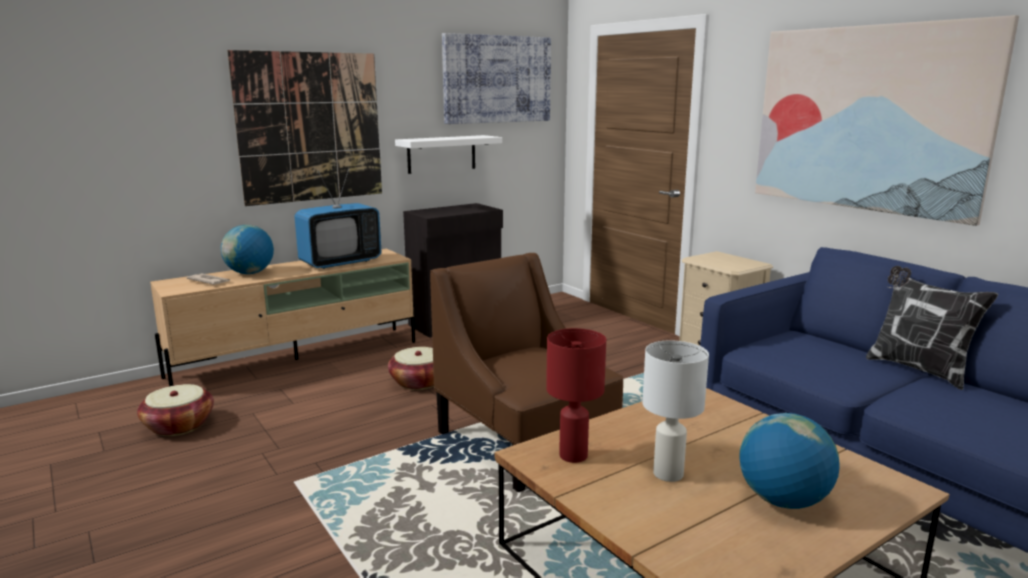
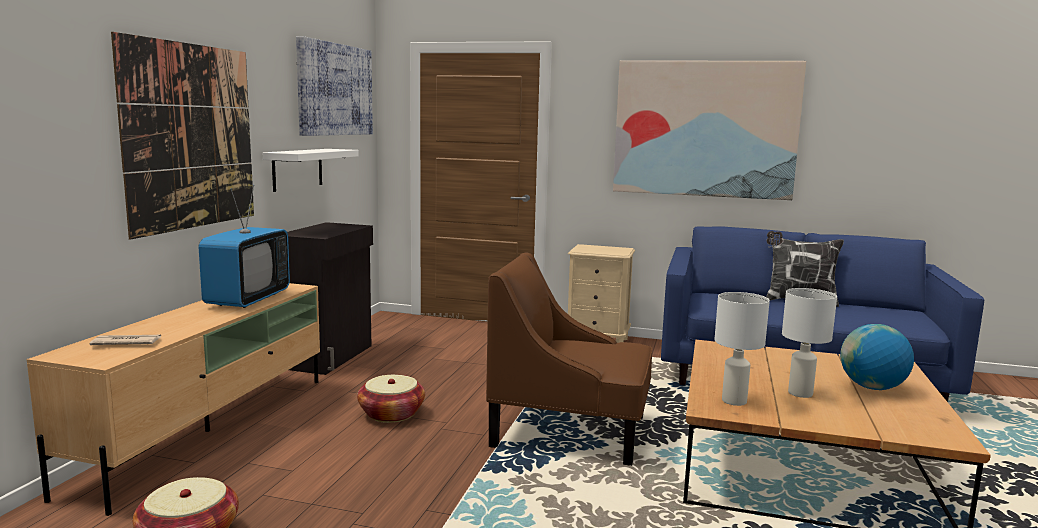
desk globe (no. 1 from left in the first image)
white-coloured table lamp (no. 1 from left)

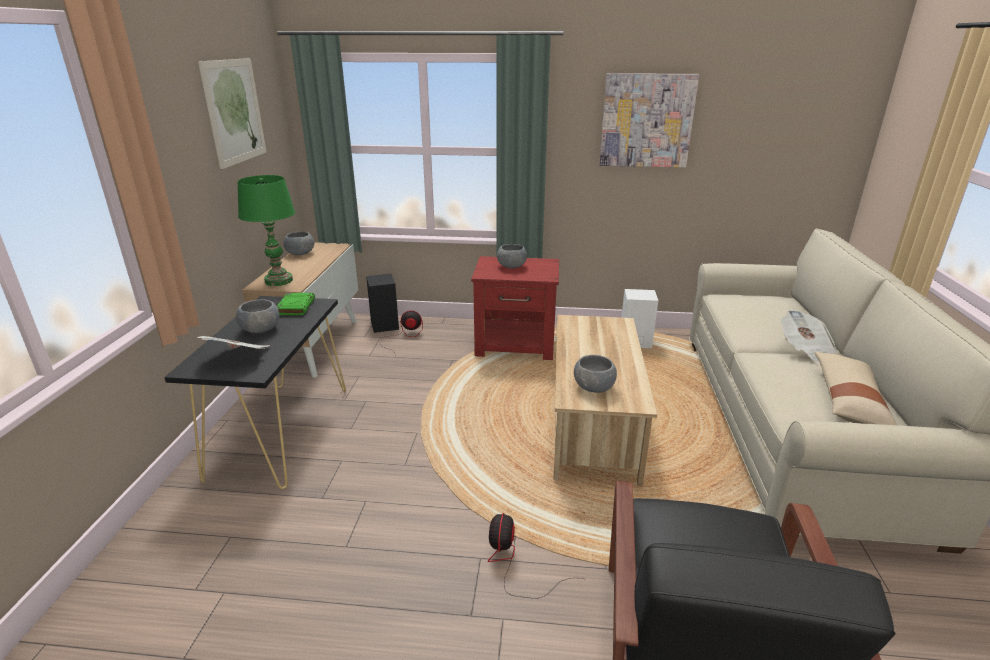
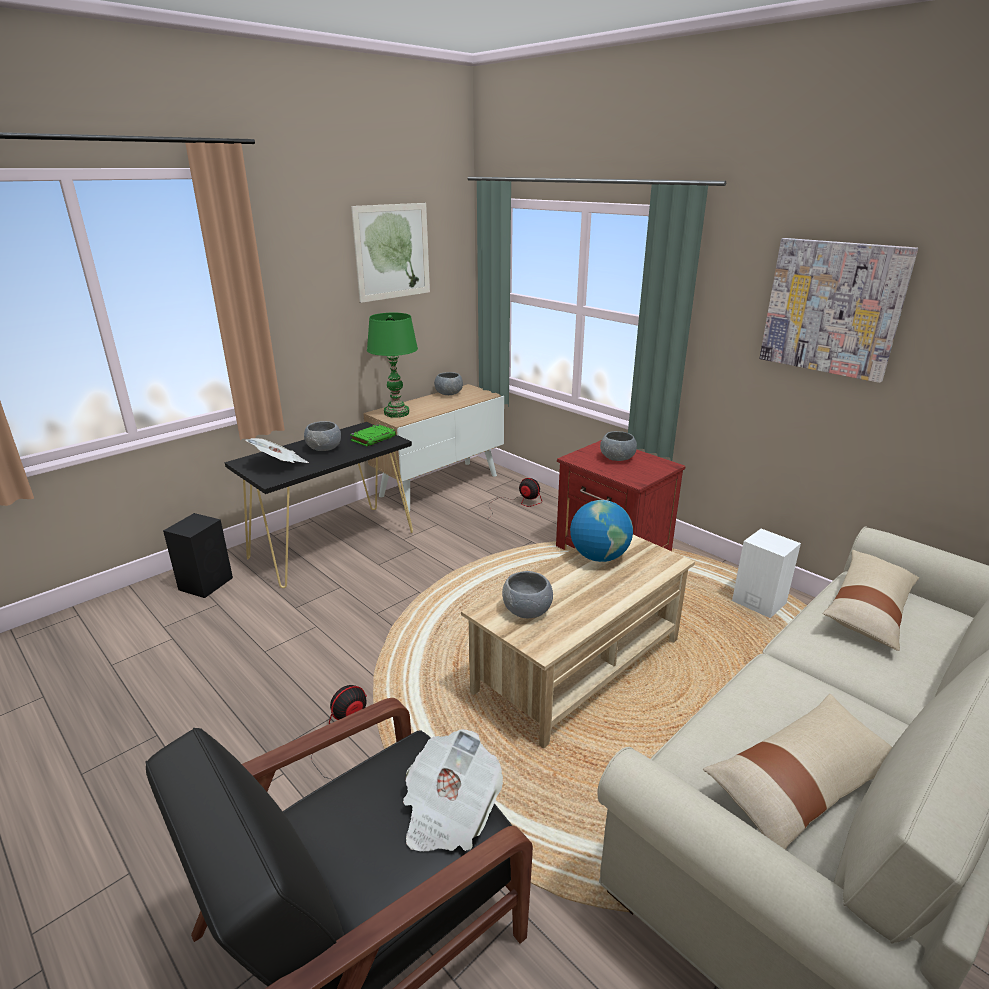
black-coloured speaker
daily paper (no. 2 from left)
desk globe
sand-coloured pillow (no. 2 from left)

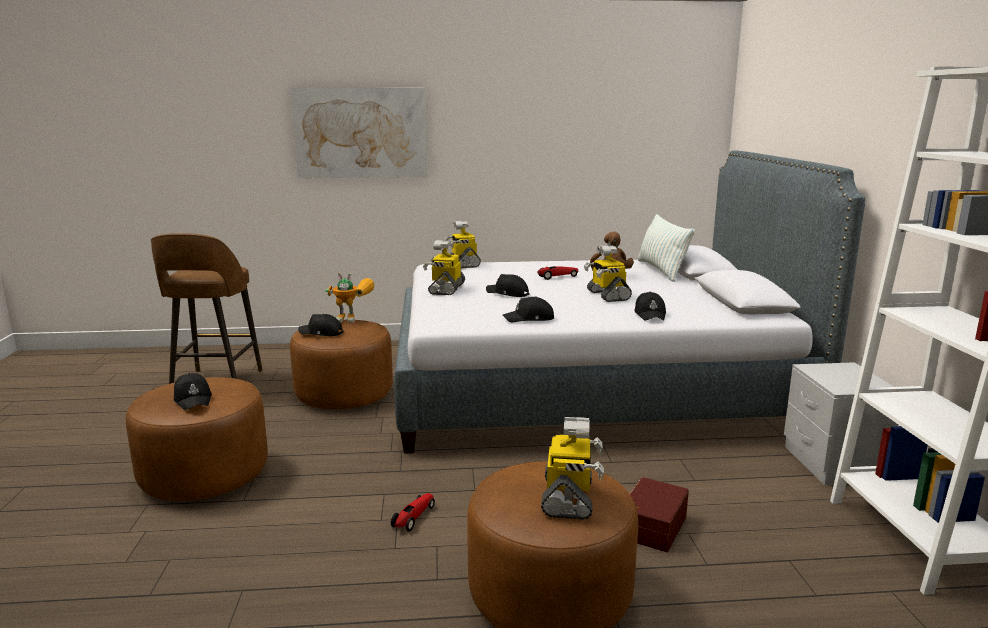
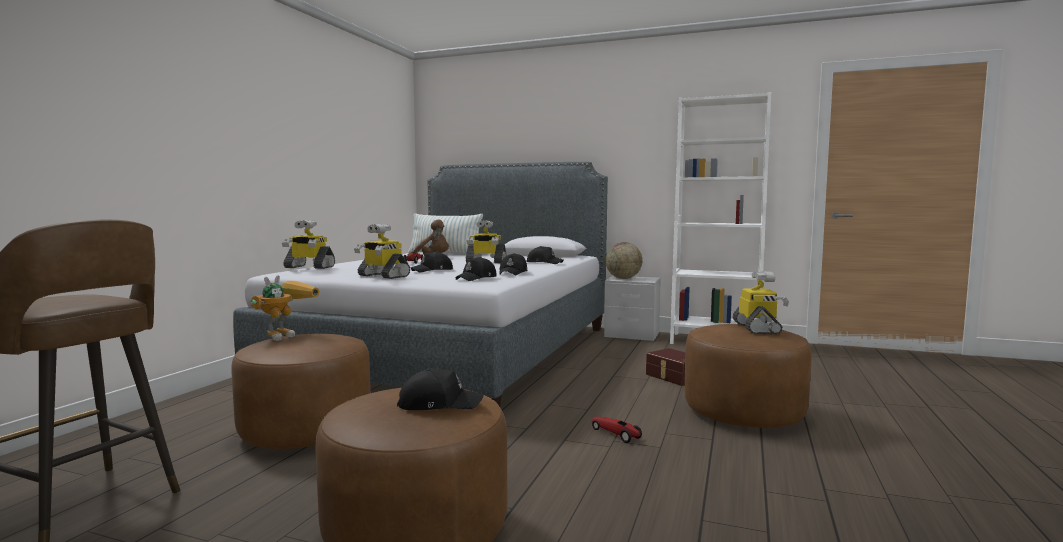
picture
black-coloured baseball cap (no. 3 from left)
robot figure (no. 5 from left)
desk globe

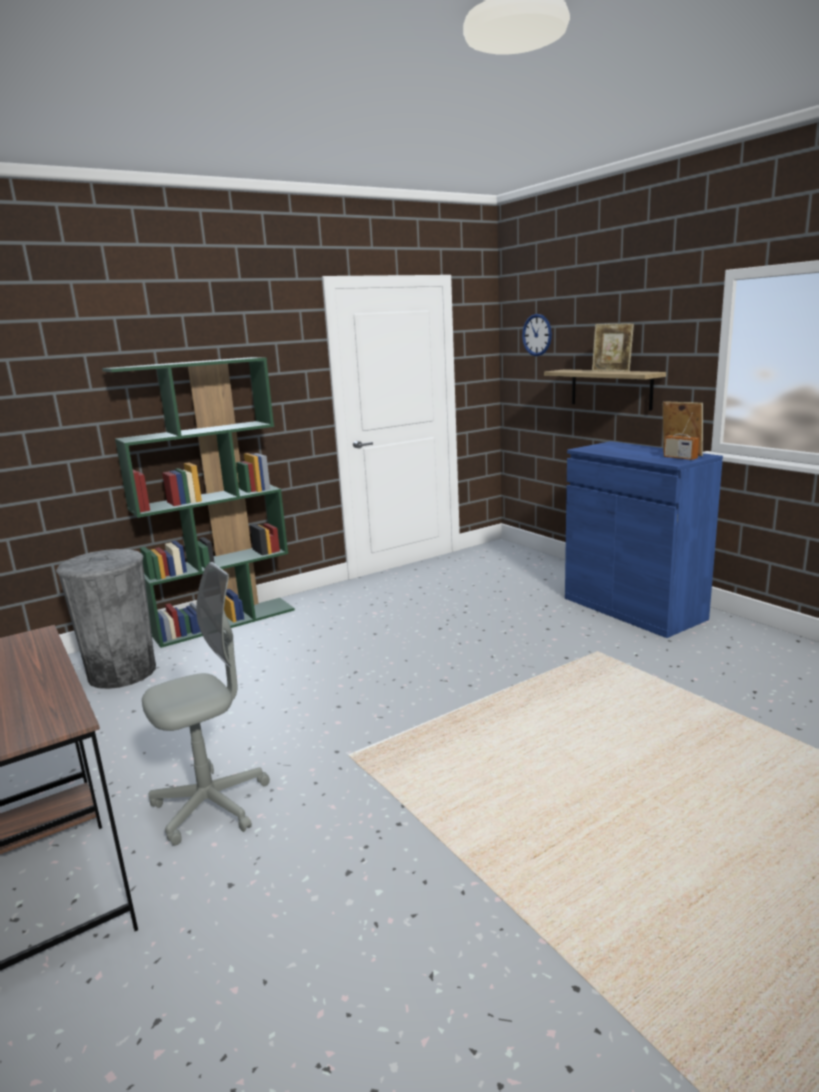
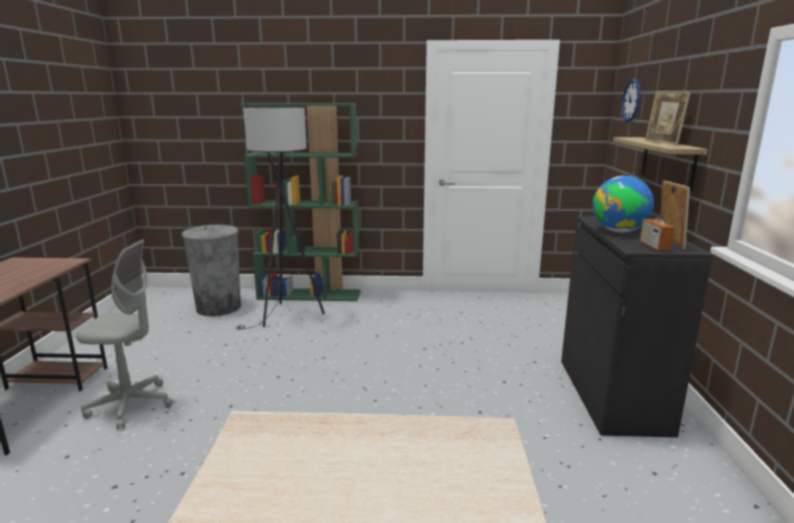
black-coloured cabinet
grey standing lamp
desk globe

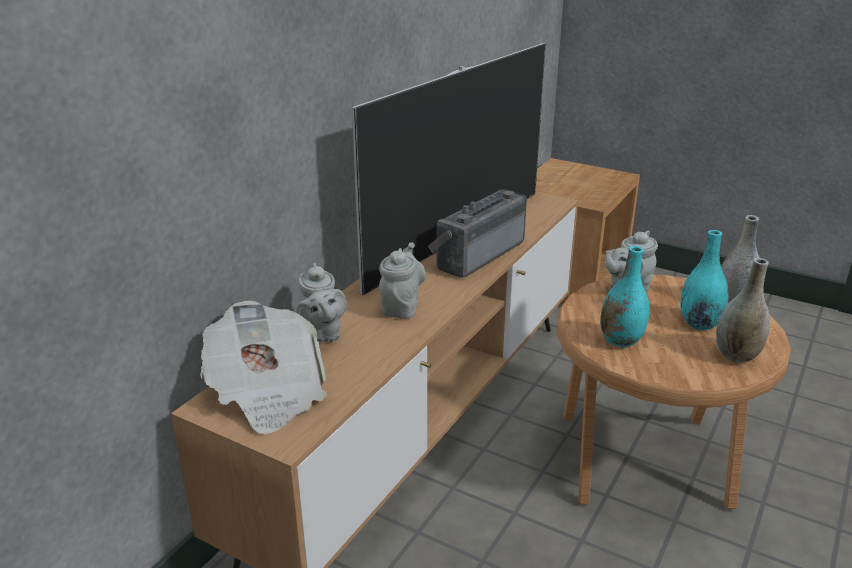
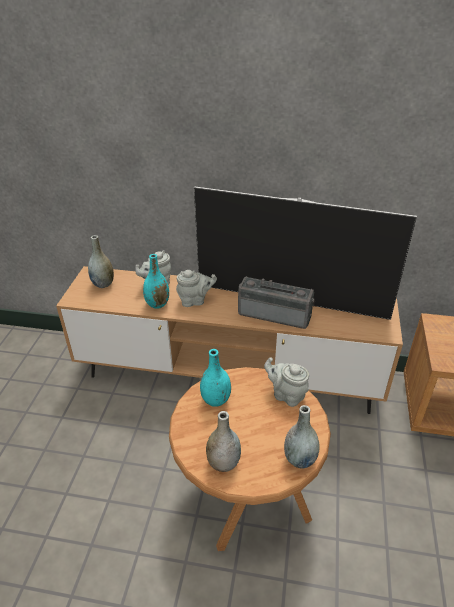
turquoise vase (no. 1 from left)
grey vase (no. 1 from left)

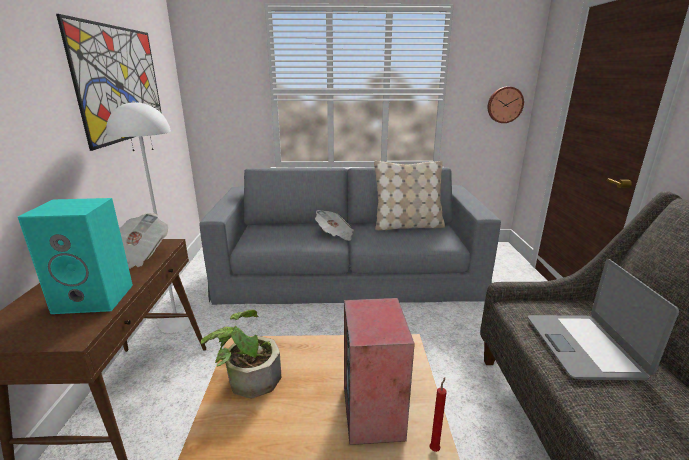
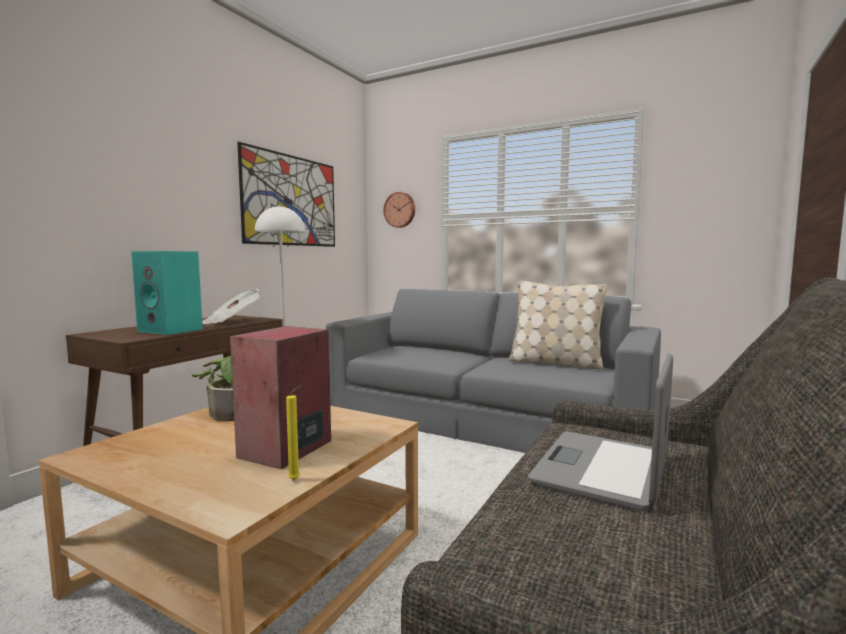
clock on the wall
daily paper (no. 2 from left in the first image)
yellowish wax light

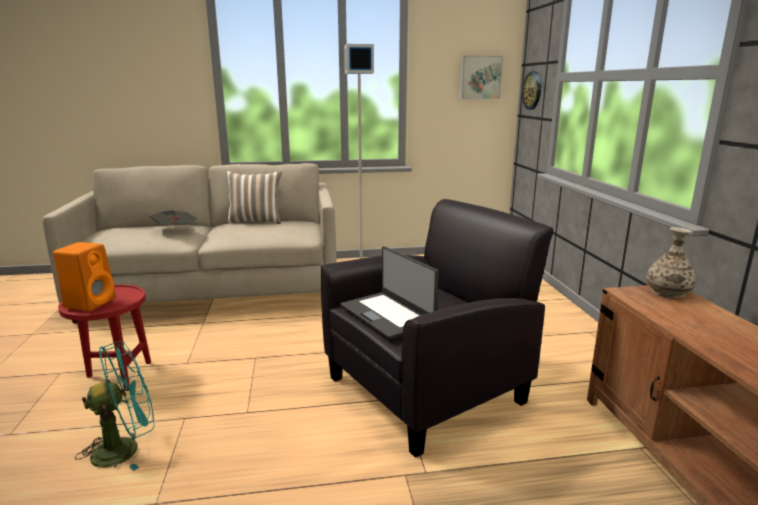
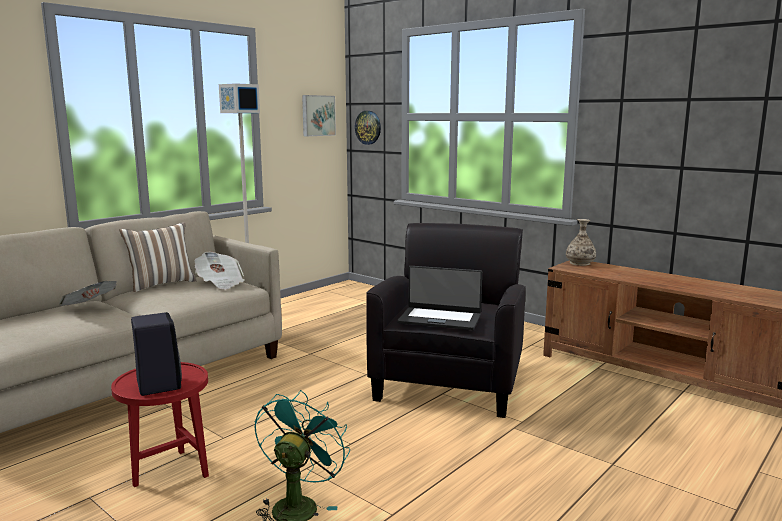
black-coloured speaker
daily paper (no. 2 from left)

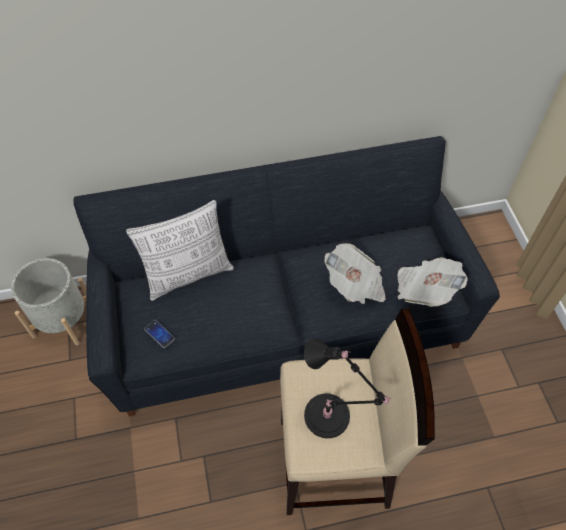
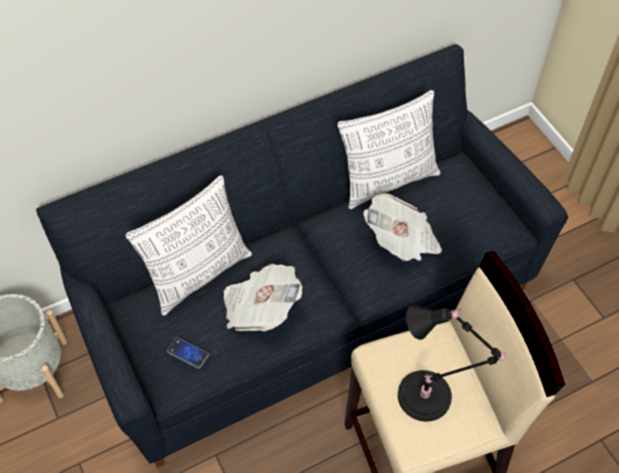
daily paper (no. 1 from left)
pillow (no. 2 from left)

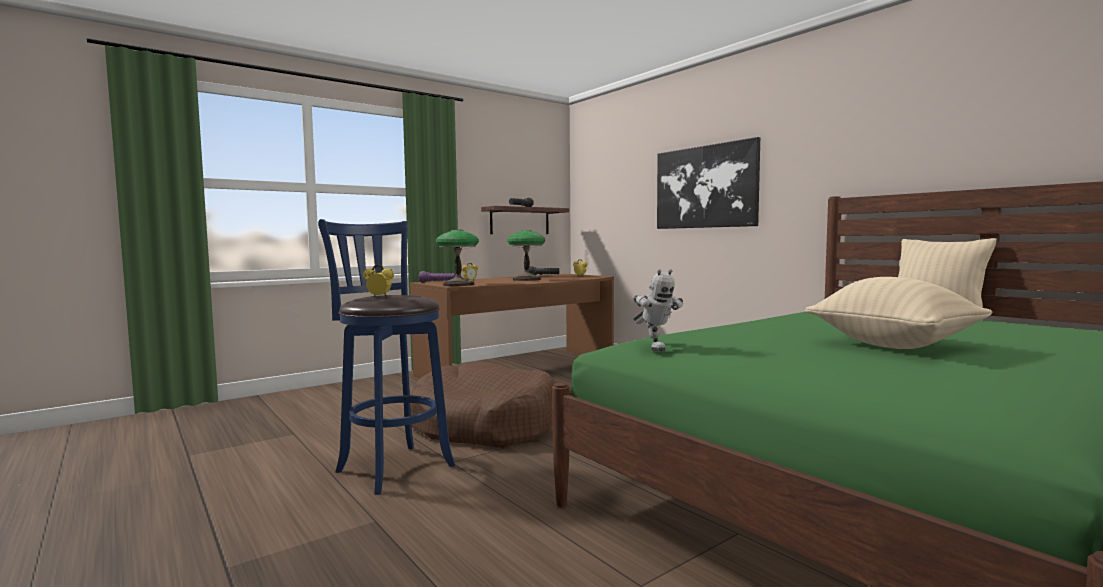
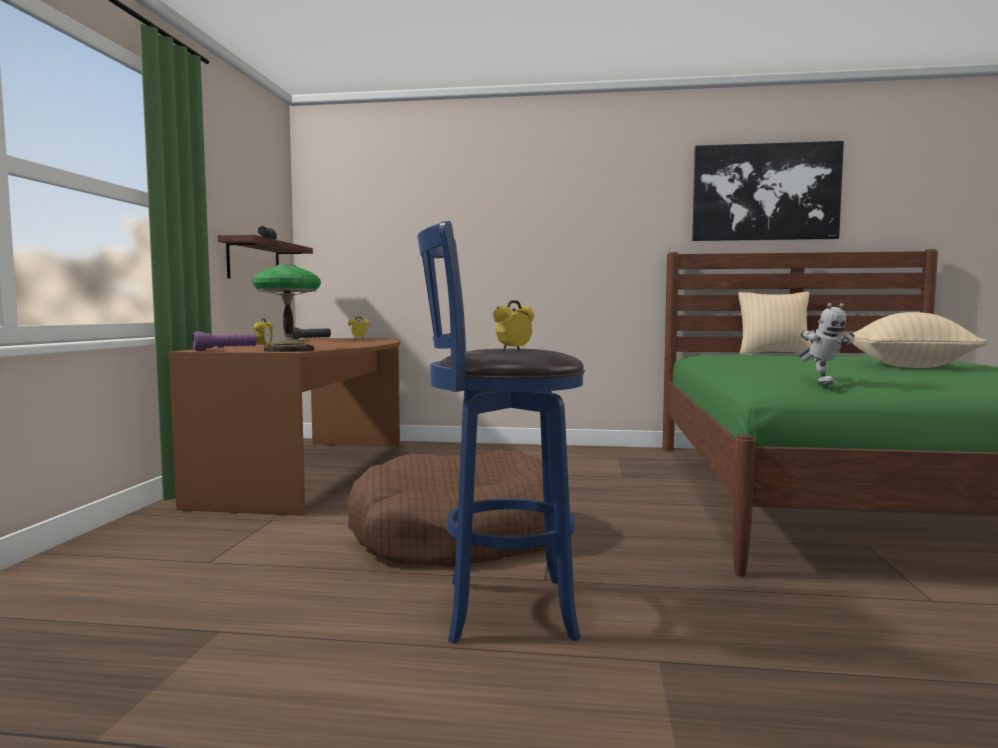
picture
table lamp (no. 2 from left in the first image)
robot figure

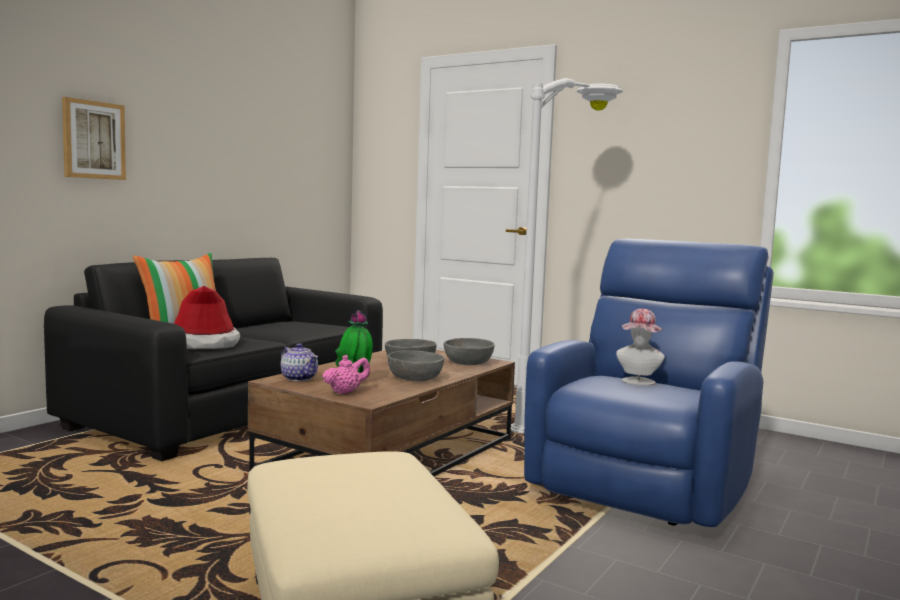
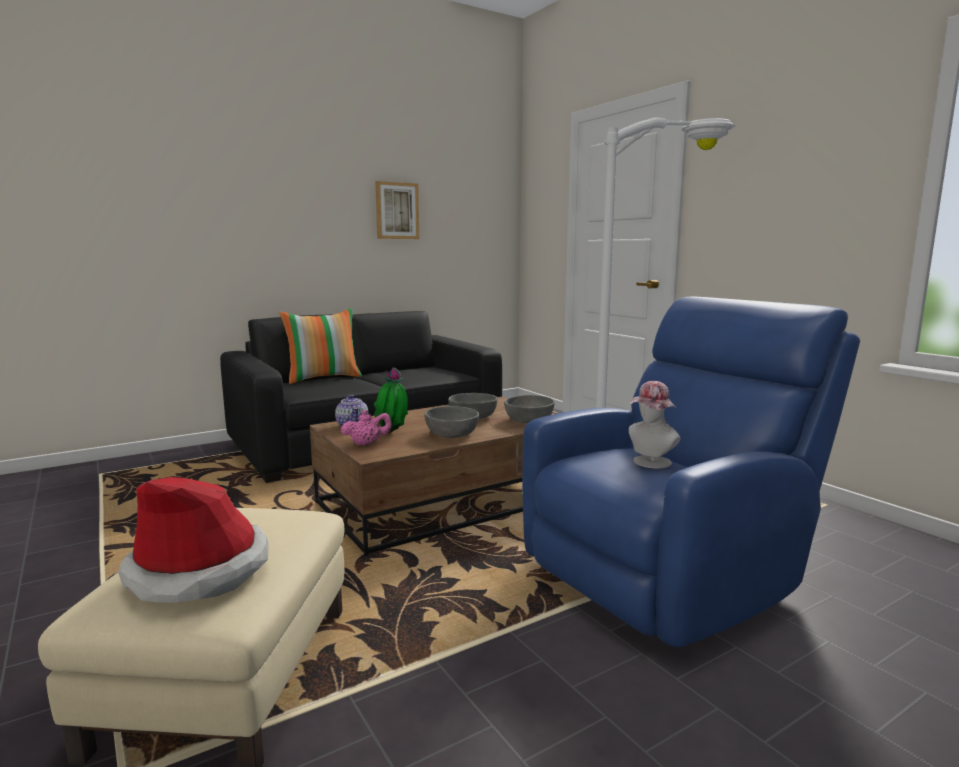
picture
wearable hat (no. 1 from left)

